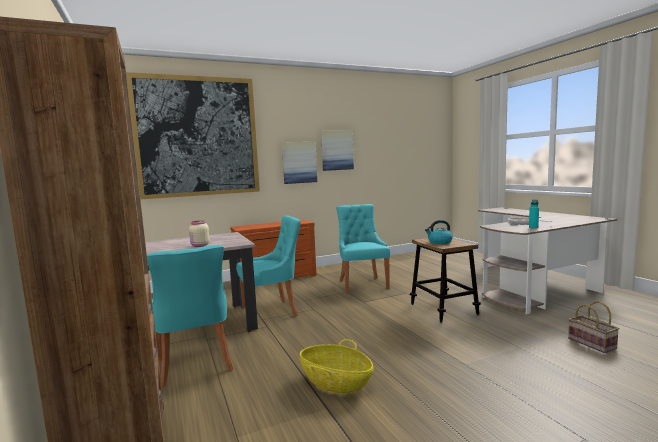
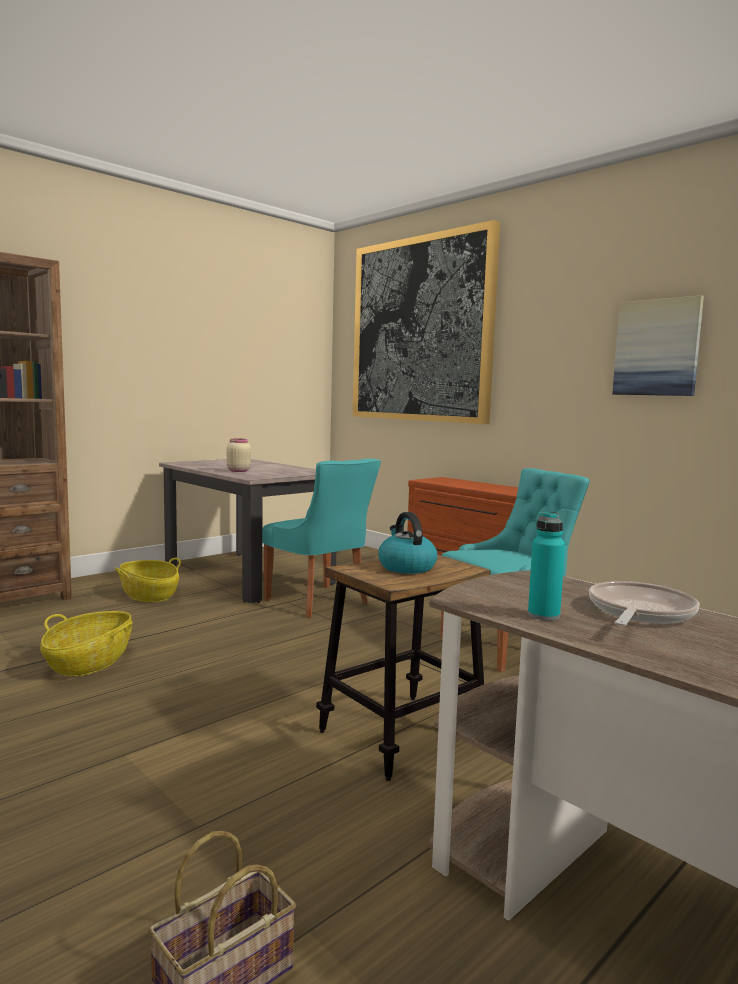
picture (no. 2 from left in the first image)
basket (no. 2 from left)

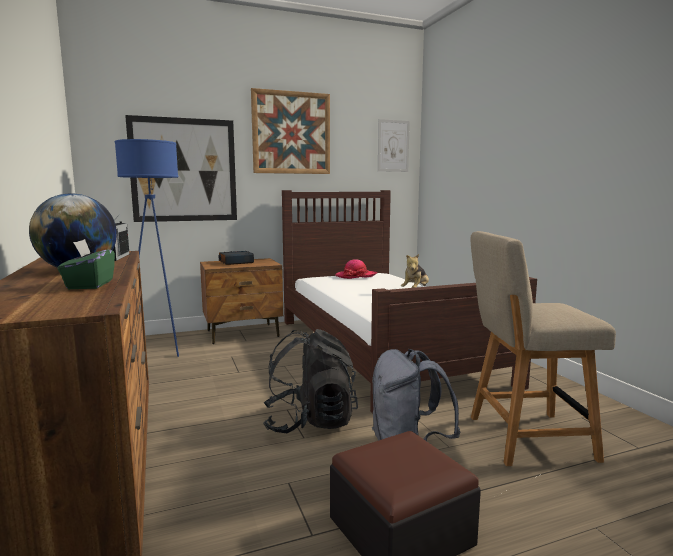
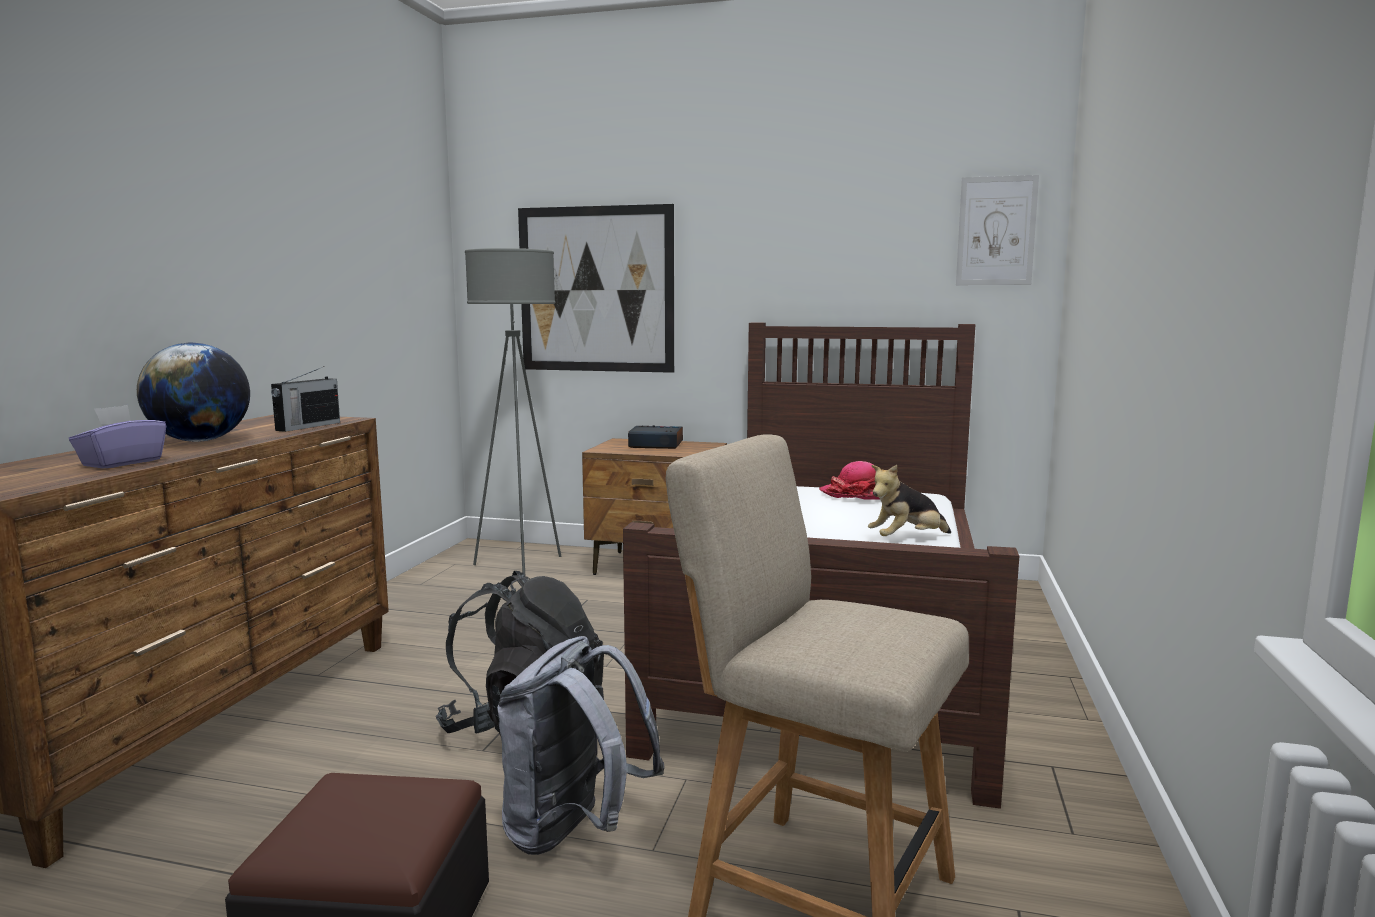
picture (no. 2 from left in the first image)
grey standing lamp
purple-coloured tissue box

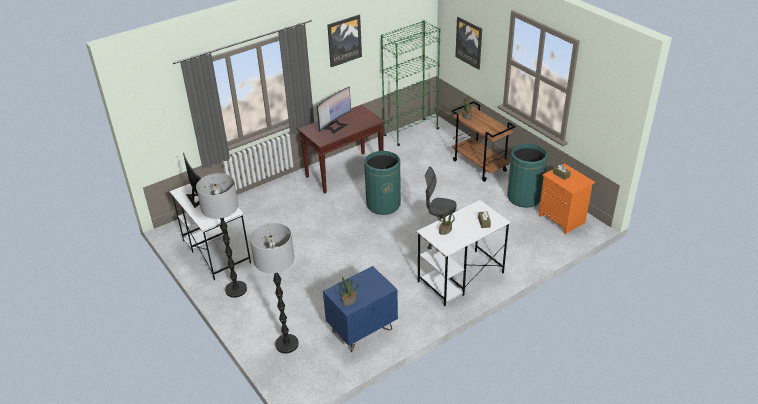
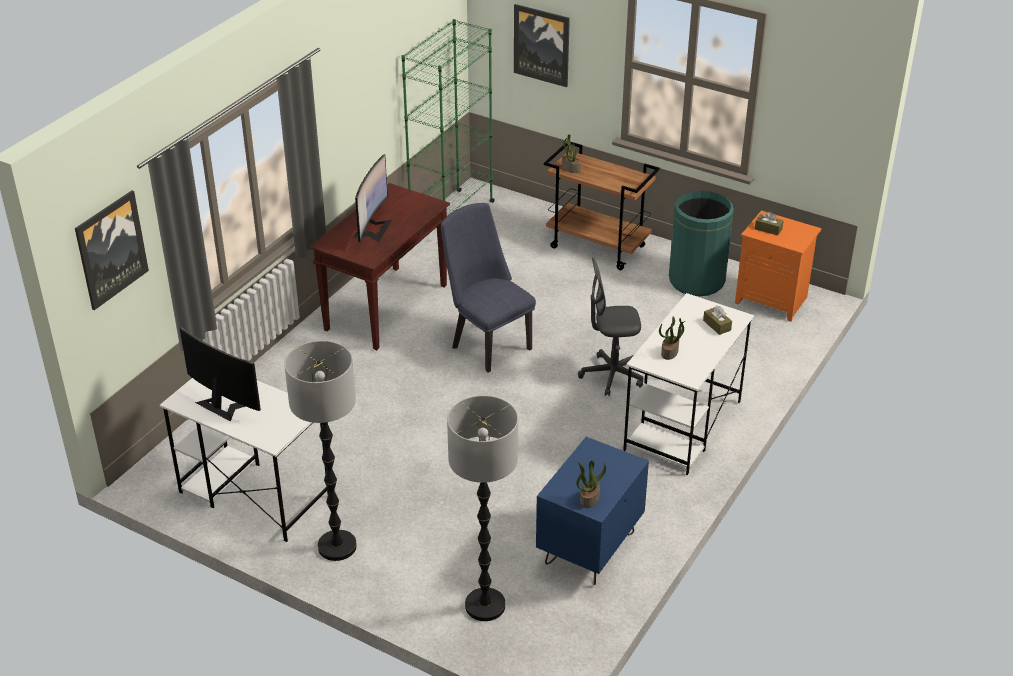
picture (no. 1 from left)
blue-coloured chair

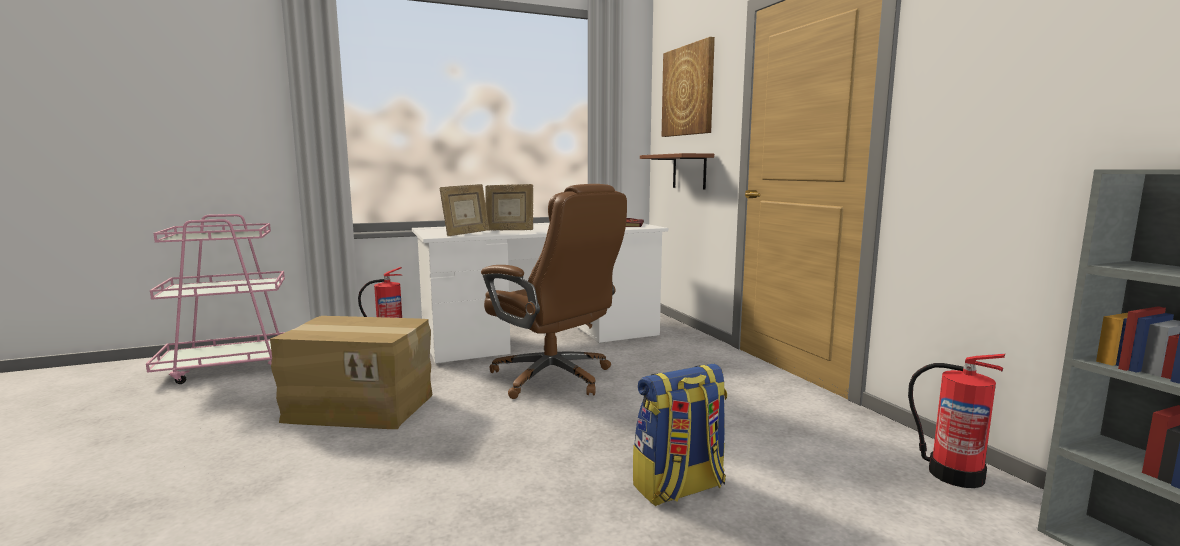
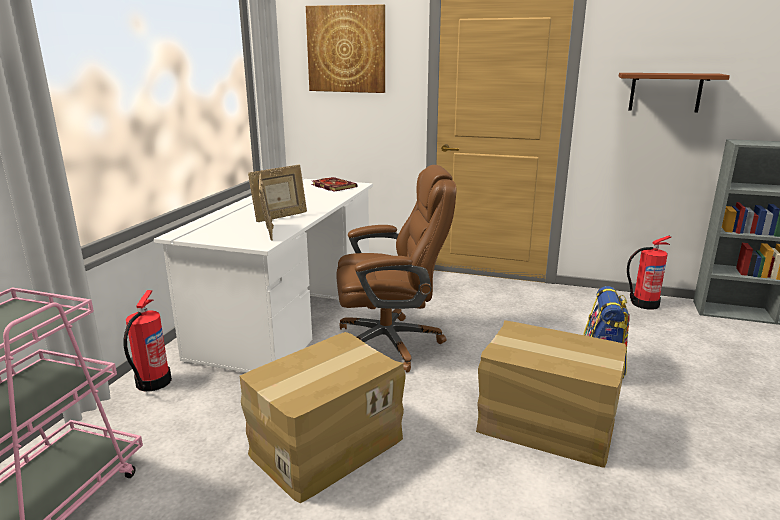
brown wall shelf
carton (no. 2 from left)

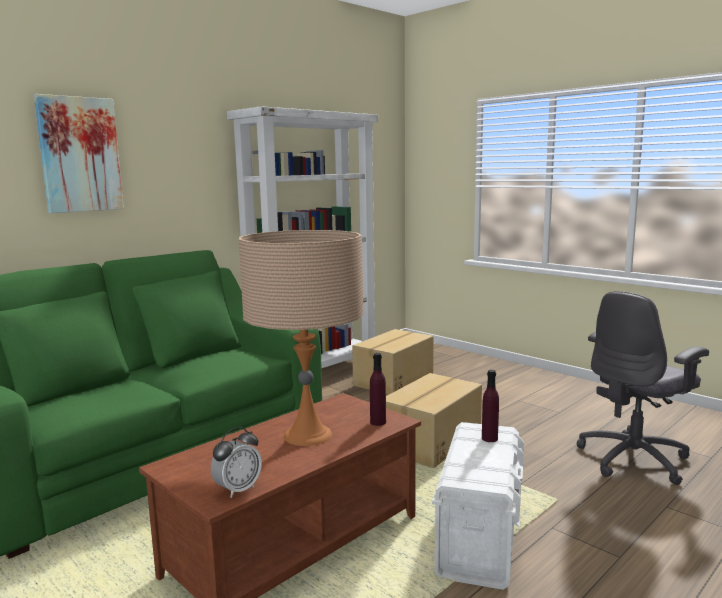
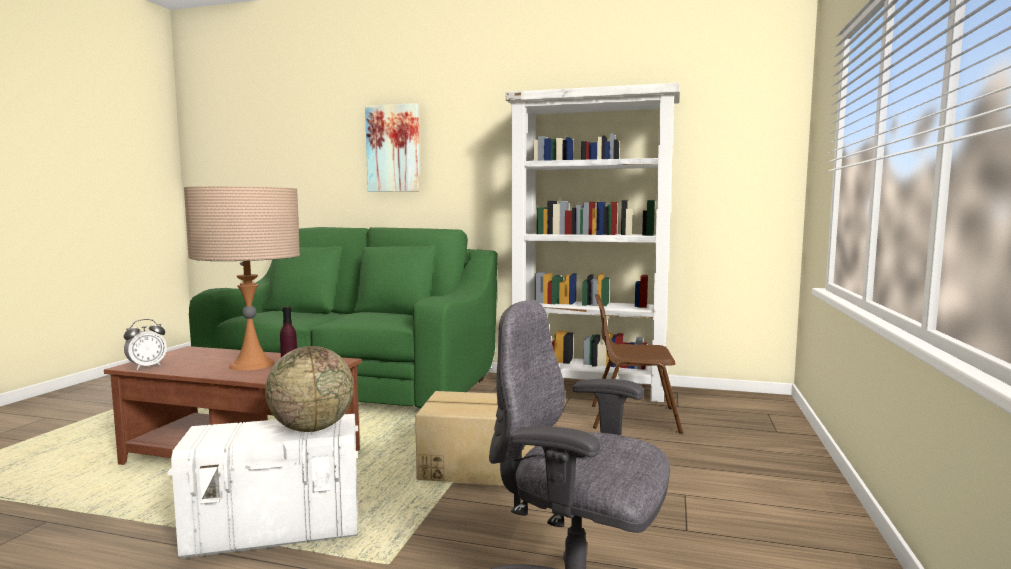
brown chair
desk globe
table clock

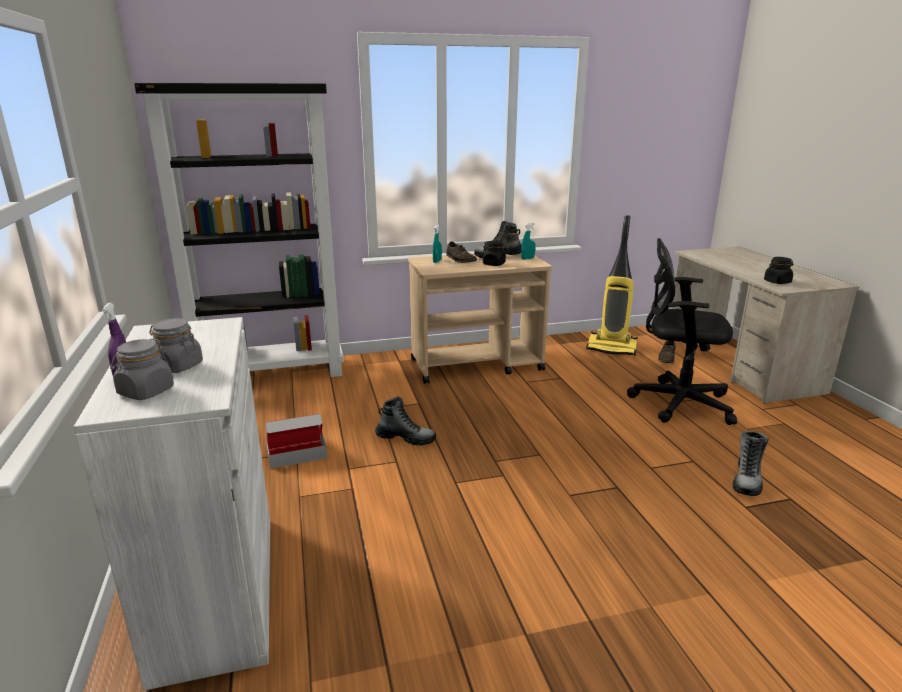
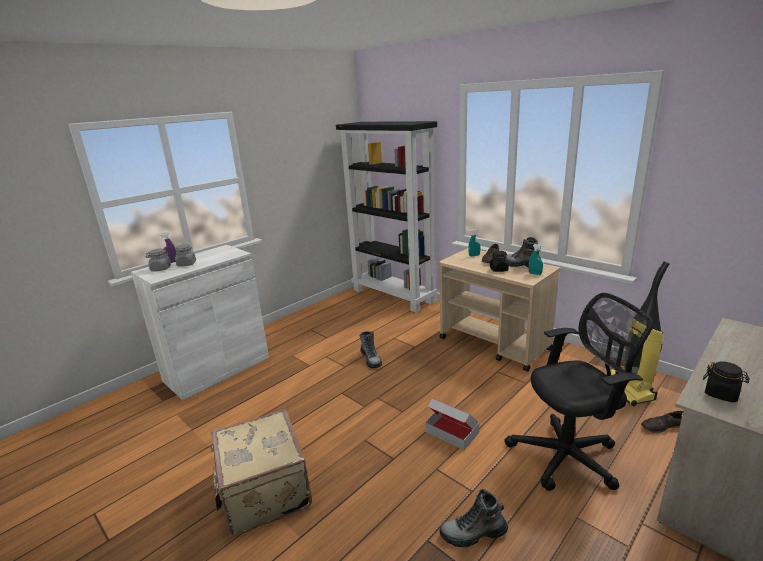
black-coloured office chair
carton
sand-coloured travel case

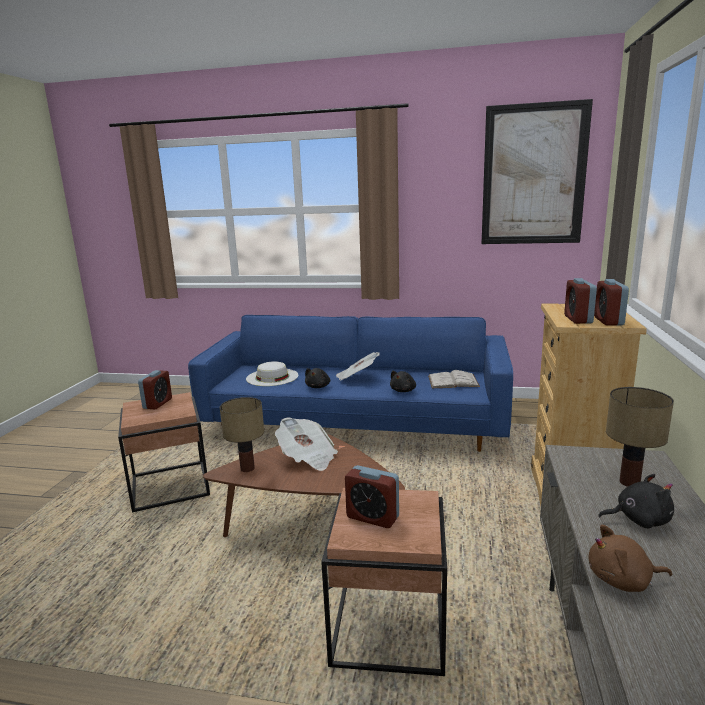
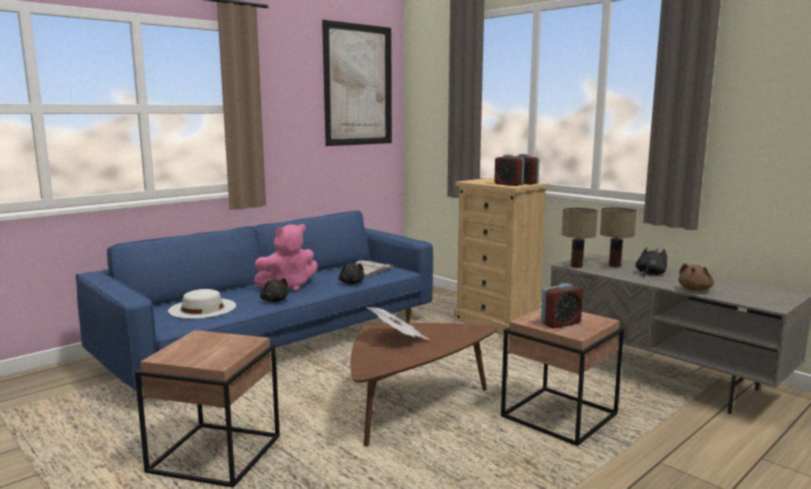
pink soft toy
table clock (no. 1 from left in the first image)
table lamp (no. 1 from left)

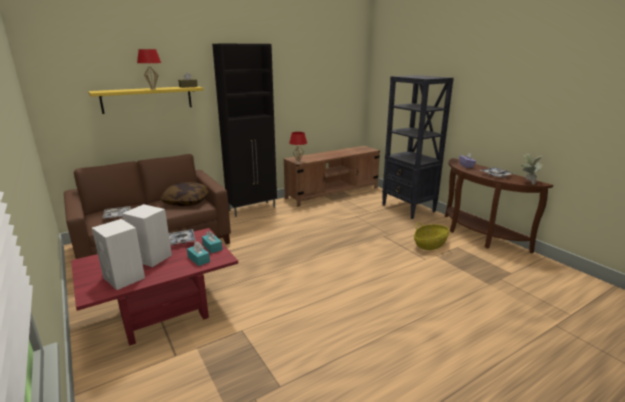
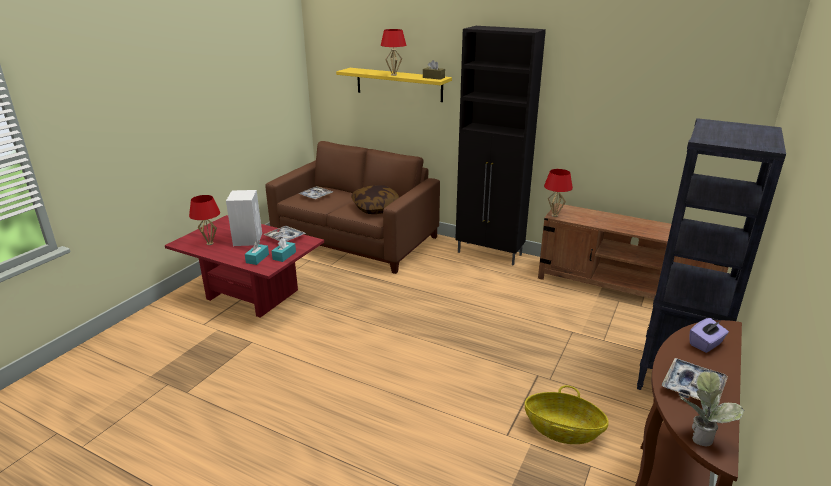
red table lamp (no. 1 from left)

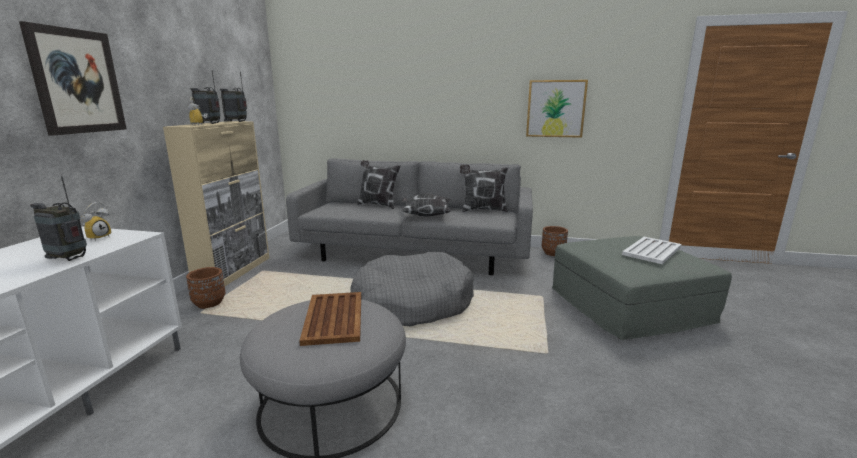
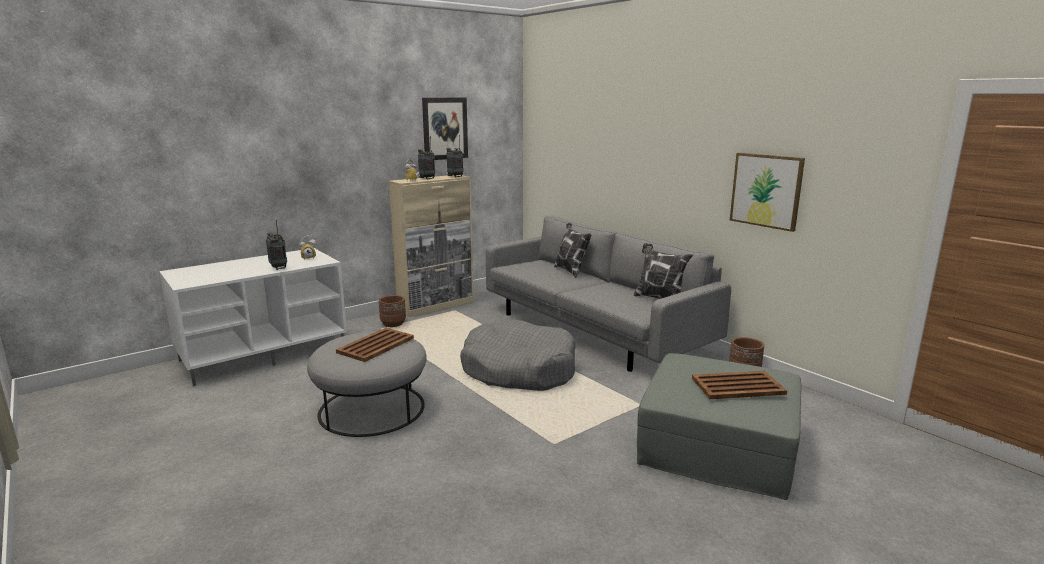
picture (no. 1 from left)
pillow (no. 2 from left in the first image)
brown serving tray (no. 2 from left)

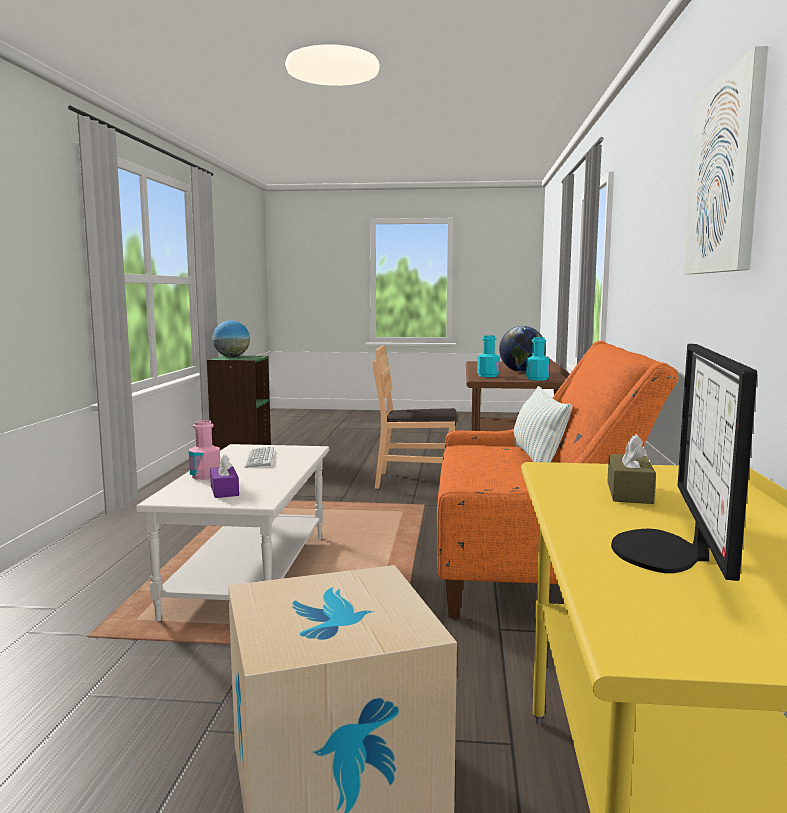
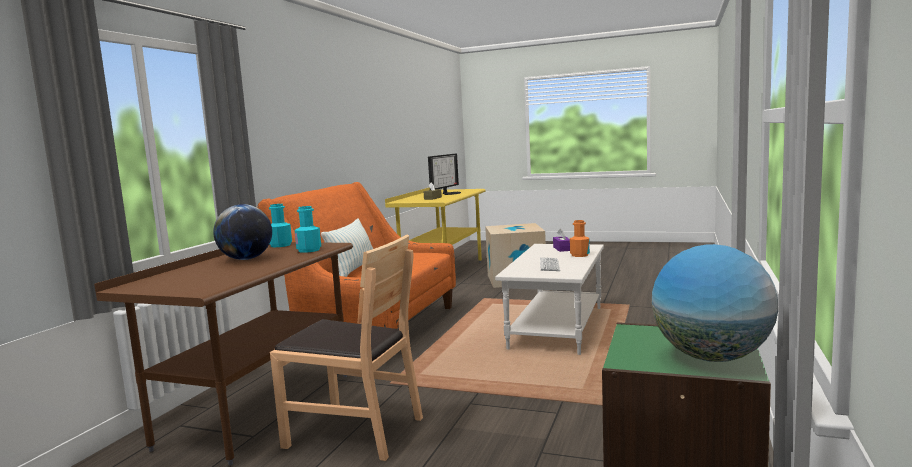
picture
orangey beverage bottle

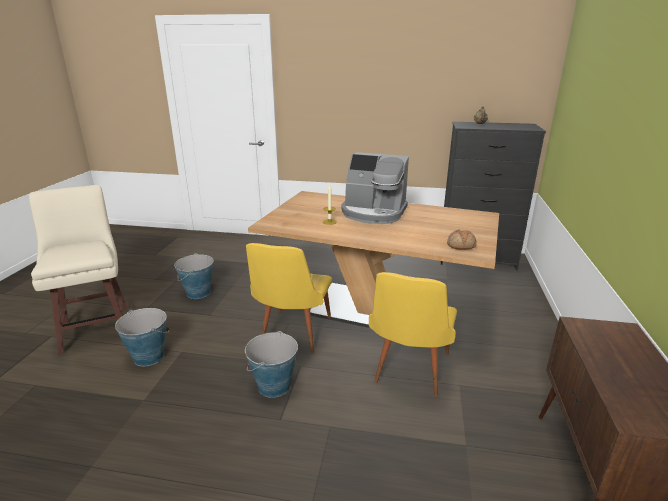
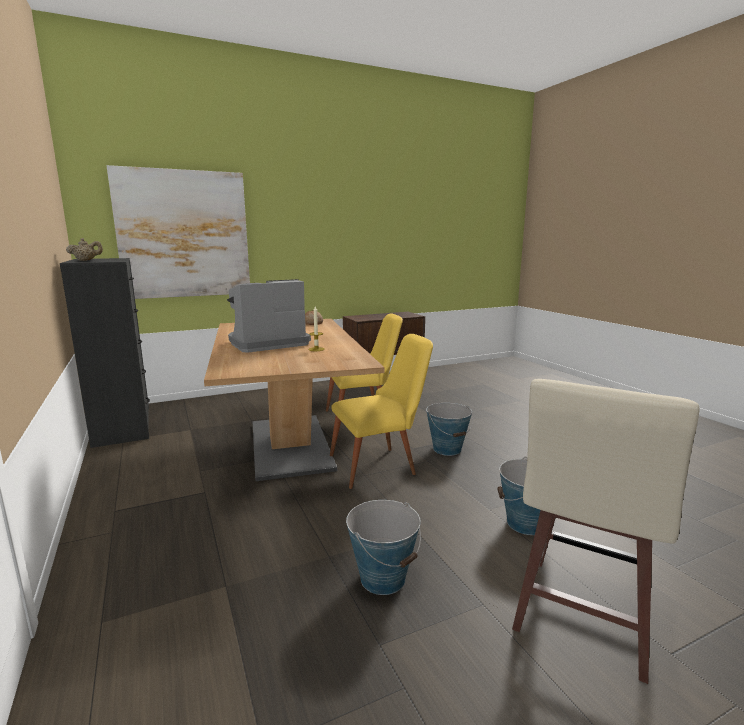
coffee brewer
picture

